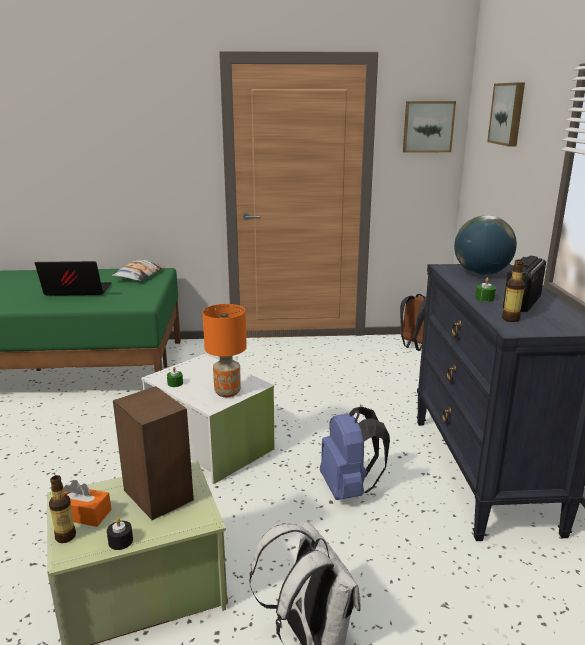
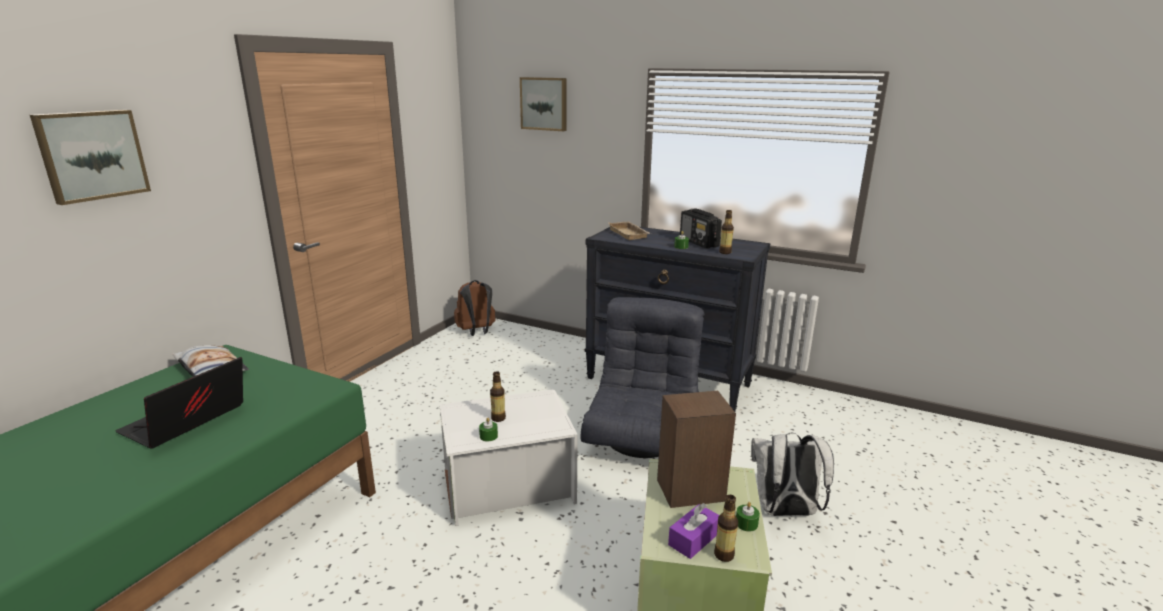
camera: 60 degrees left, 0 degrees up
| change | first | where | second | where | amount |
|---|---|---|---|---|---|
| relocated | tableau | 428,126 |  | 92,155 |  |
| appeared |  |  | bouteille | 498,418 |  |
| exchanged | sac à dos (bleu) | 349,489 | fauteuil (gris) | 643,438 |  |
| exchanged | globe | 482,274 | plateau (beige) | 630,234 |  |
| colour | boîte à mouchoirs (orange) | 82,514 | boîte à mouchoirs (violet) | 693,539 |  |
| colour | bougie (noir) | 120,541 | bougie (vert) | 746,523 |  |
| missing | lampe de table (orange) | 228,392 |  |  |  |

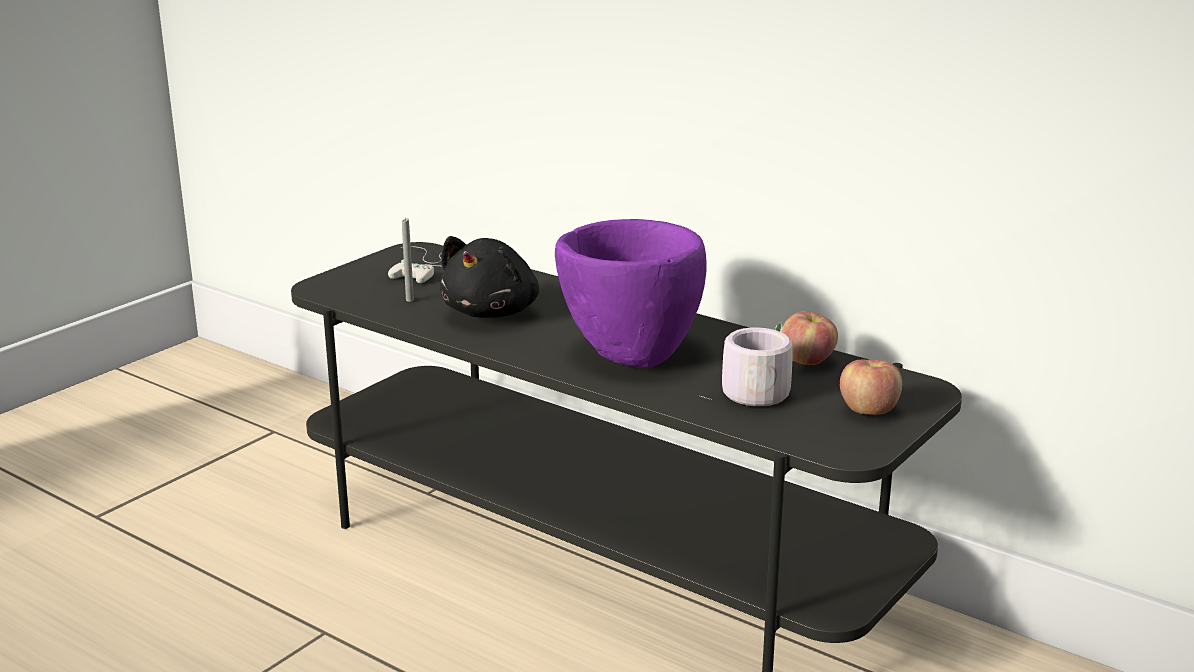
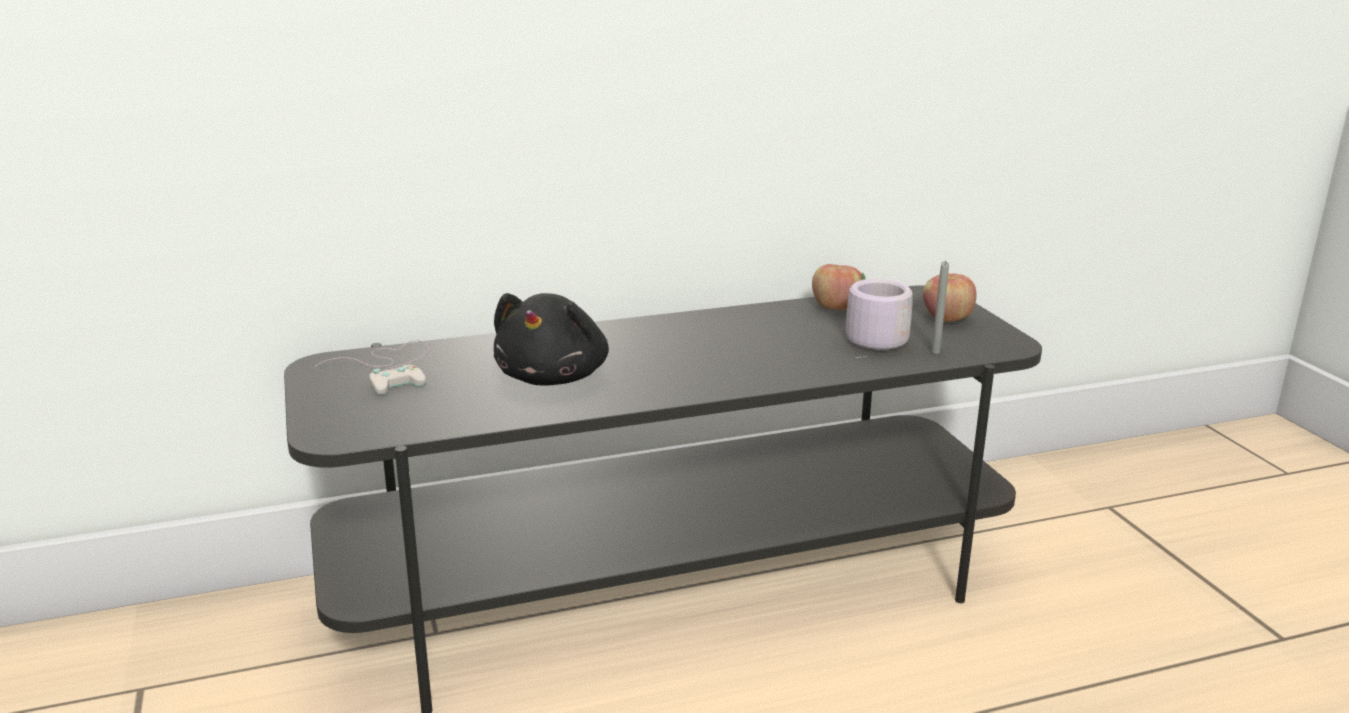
camera: 55 degrees left, 0 degrees up
| change | first | where | second | where | amount |
|---|---|---|---|---|---|
| spun | peluche (noir) | 493,312 |  | 554,377 | 45 degrees clockwise |
| relocated | bougie (gris) | 409,300 |  | 935,352 |  |
| missing | bol (violet) | 629,353 |  |  |  |

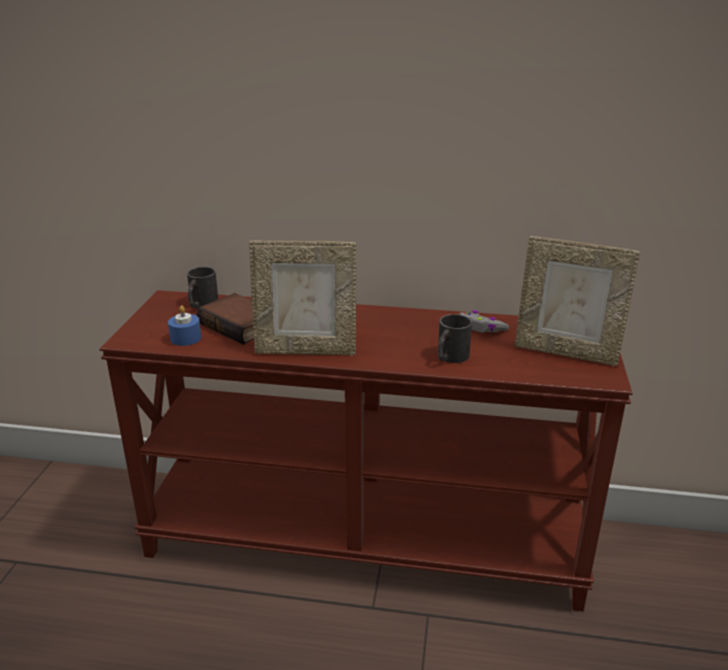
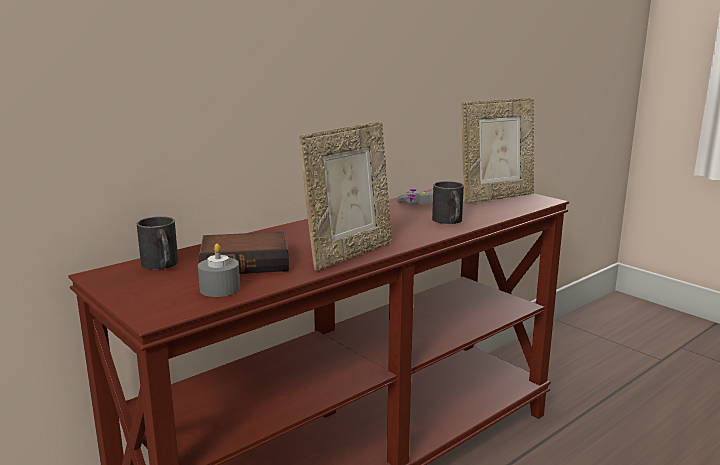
camera: 50 degrees left, 10 degrees down
| change | first | where | second | where | amount |
|---|---|---|---|---|---|
| colour | bougie (bleu) | 186,338 | bougie (gris) | 220,288 |  |

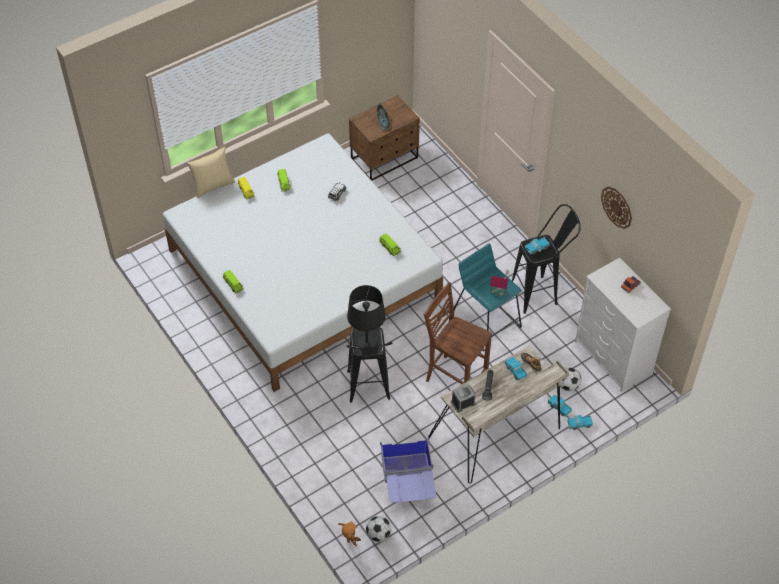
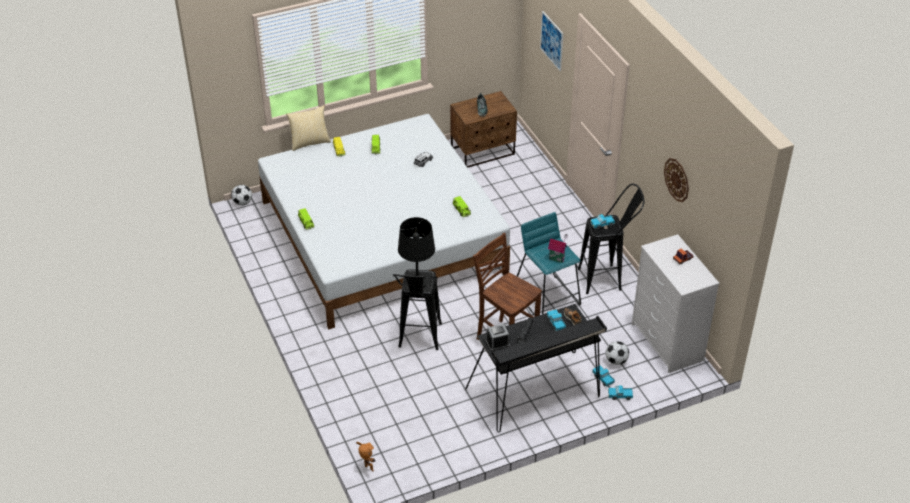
camera: 10 degrees right, 10 degrees down
| change | first | where | second | where | amount |
|---|---|---|---|---|---|
| relocated | ballon de foot | 378,534 |  | 242,202 |  |
| colour | bureau (beige) | 497,434 | bureau (noir) | 535,394 |  |
| appeared |  |  | tableau | 552,40 |  |
| missing | boîte de rangement (bleu) | 408,484 |  |  |  |

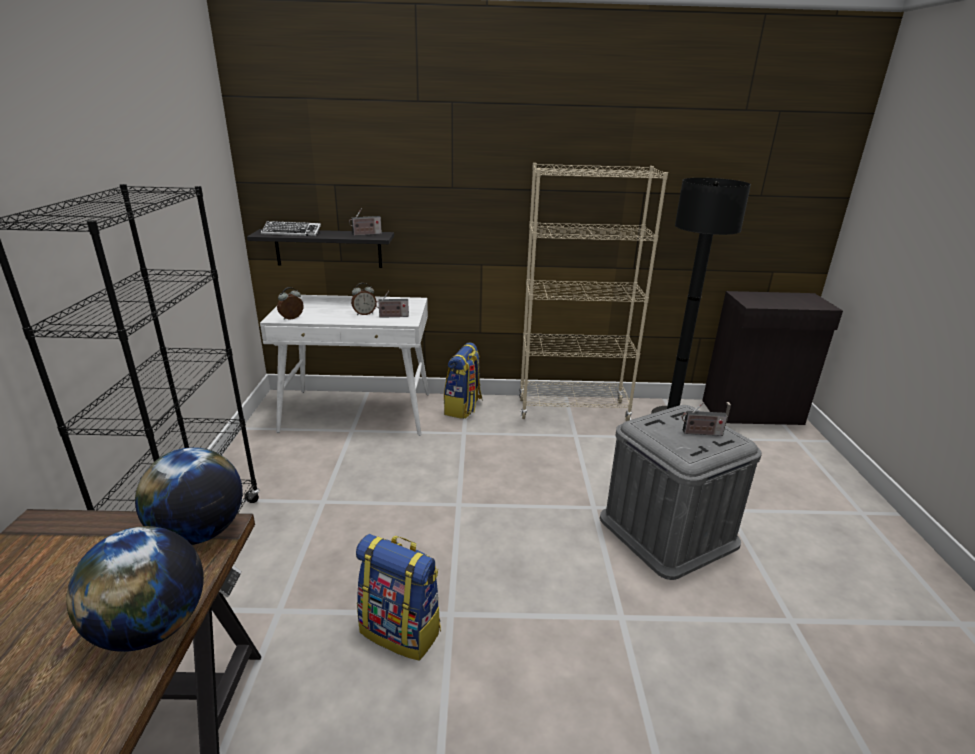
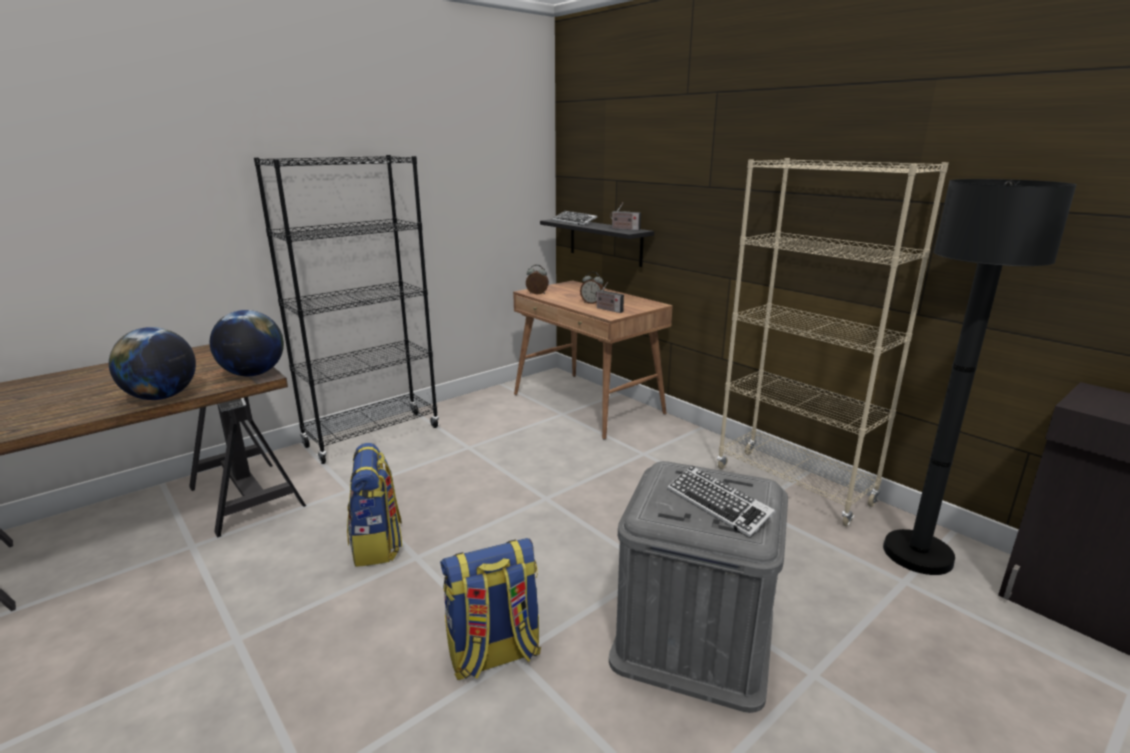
camera: 50 degrees right, 5 degrees down
| change | first | where | second | where | amount |
|---|---|---|---|---|---|
| relocated | sac à dos | 463,408 |  | 493,655 |  |
| colour | bureau (blanc) | 358,412 | bureau (marron) | 588,404 |  |
| exchanged | radio | 700,433 | clavier | 718,506 |  |

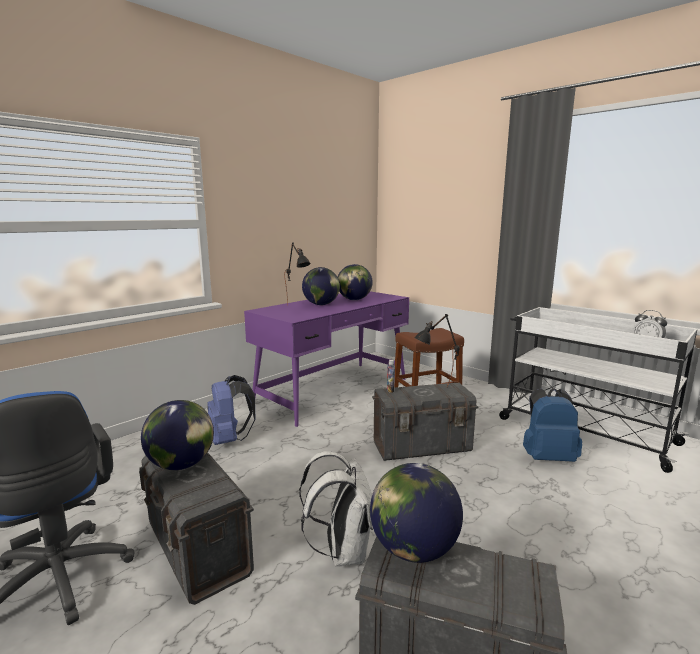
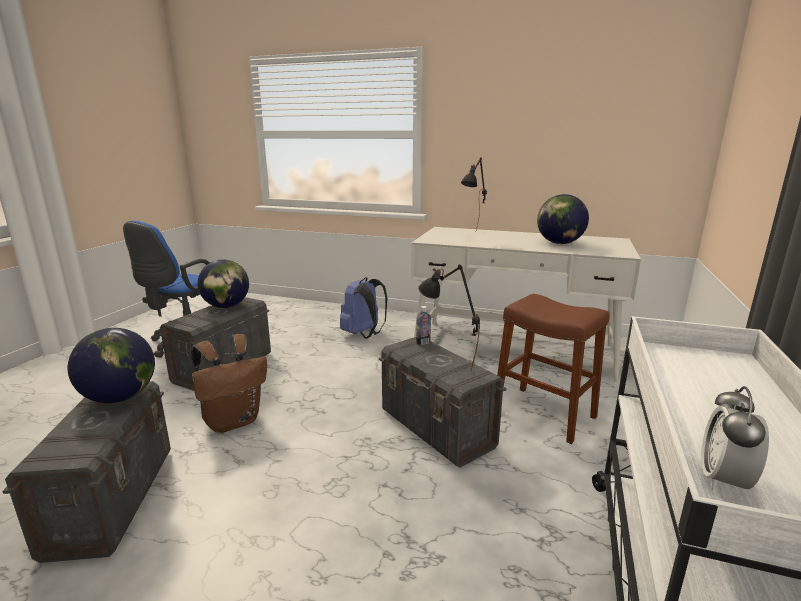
camera: 65 degrees right, 5 degrees up
| change | first | where | second | where | amount |
|---|---|---|---|---|---|
| colour | sac à dos (blanc) | 342,550 | sac à dos (marron) | 233,421 |  |
| colour | bureau (violet) | 334,390 | bureau (blanc) | 513,348 |  |
| missing | globe | 321,304 |  |  |  |
| missing | sac à dos (bleu) | 547,457 |  |  |  |

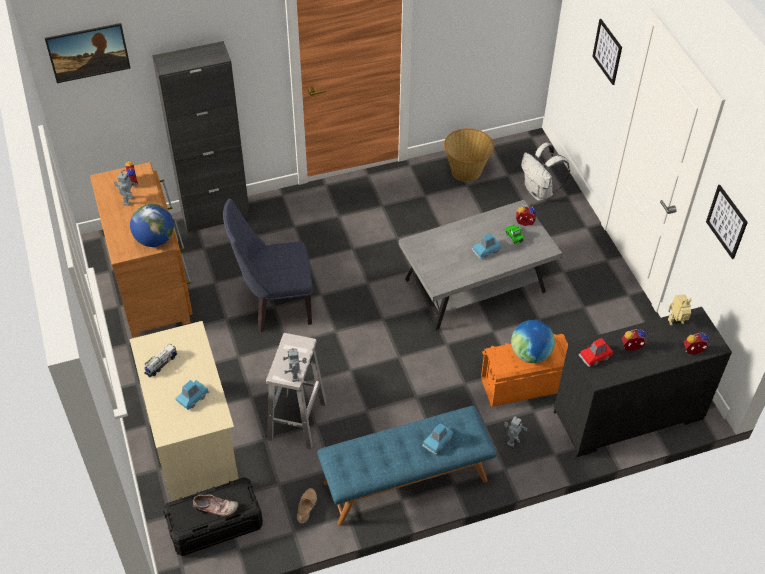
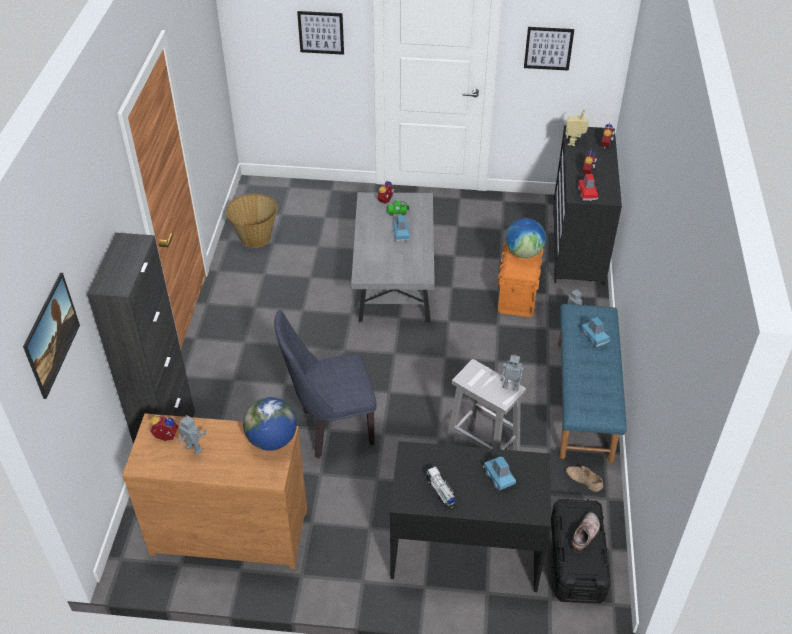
camera: 65 degrees left, 5 degrees down
| change | first | where | second | where | amount |
|---|---|---|---|---|---|
| spun | chaise (bleu) | 275,307 |  | 330,429 | 60 degrees clockwise |
| colour | bureau (beige) | 193,440 | bureau (noir) | 465,550 |  |
| missing | sac à dos (blanc) | 540,192 |  |  |  |

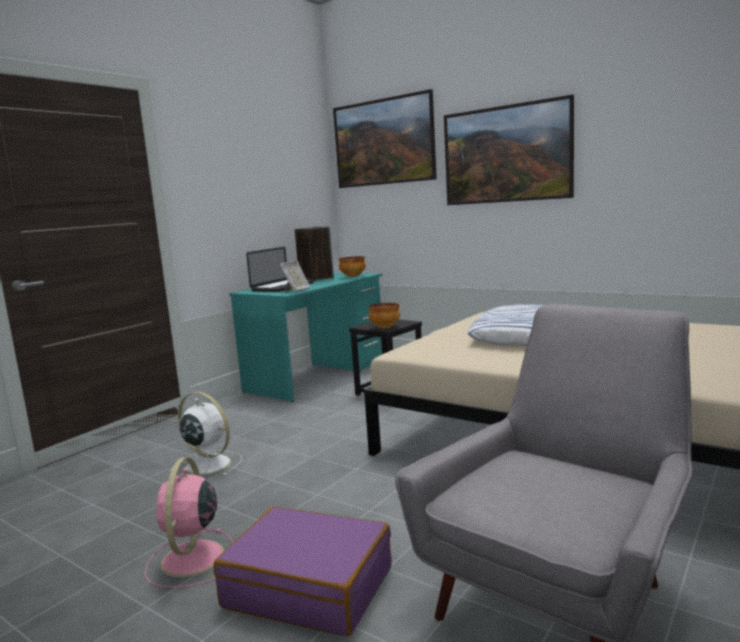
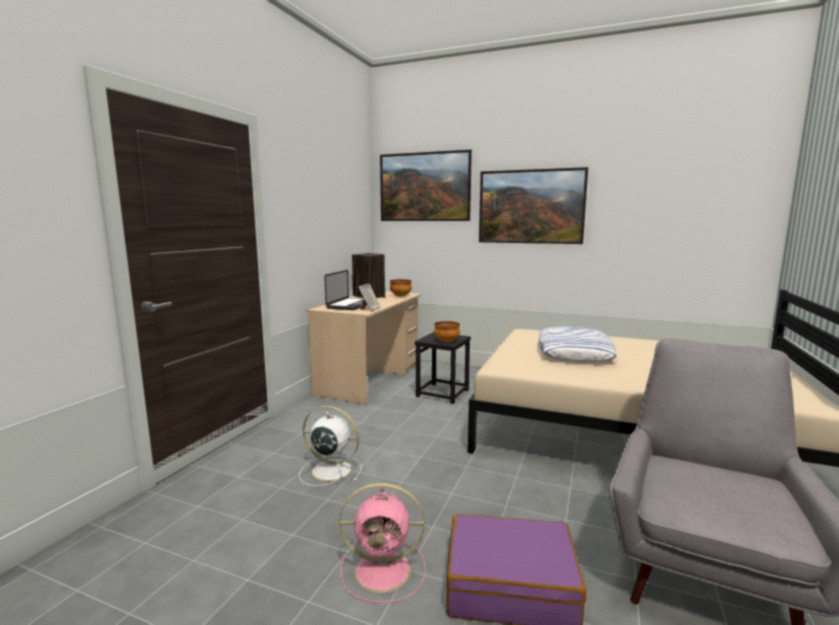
camera: 15 degrees left, 0 degrees up
| change | first | where | second | where | amount |
|---|---|---|---|---|---|
| colour | bureau (turquoise) | 317,376 | bureau (beige) | 370,379 |  |
| spun | ventilateur (rose) | 191,560 |  | 385,570 | 75 degrees counterclockwise |

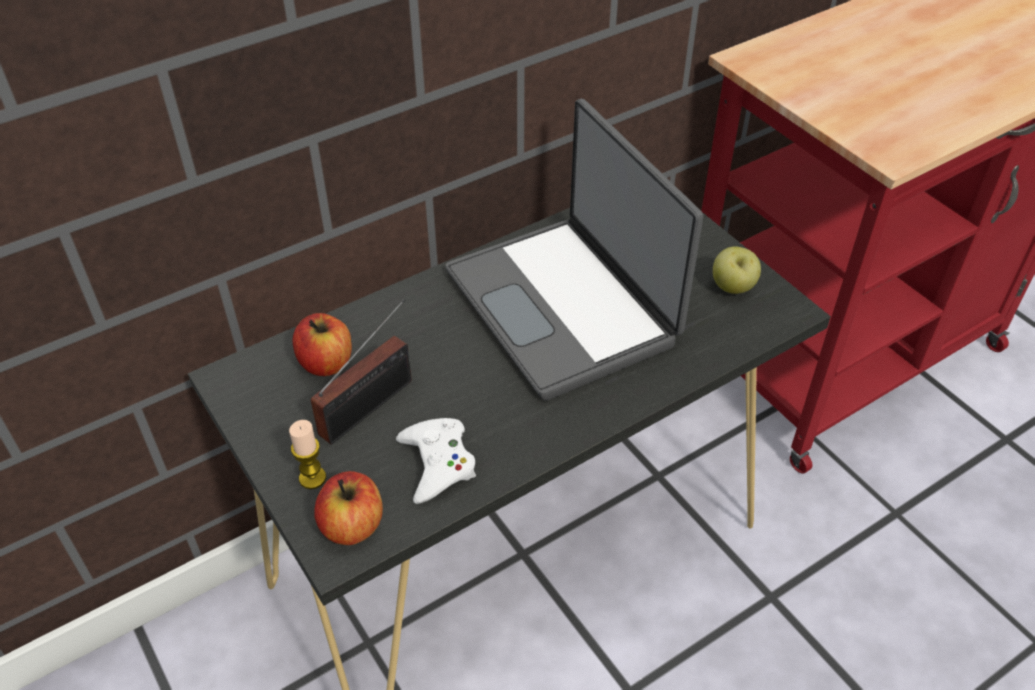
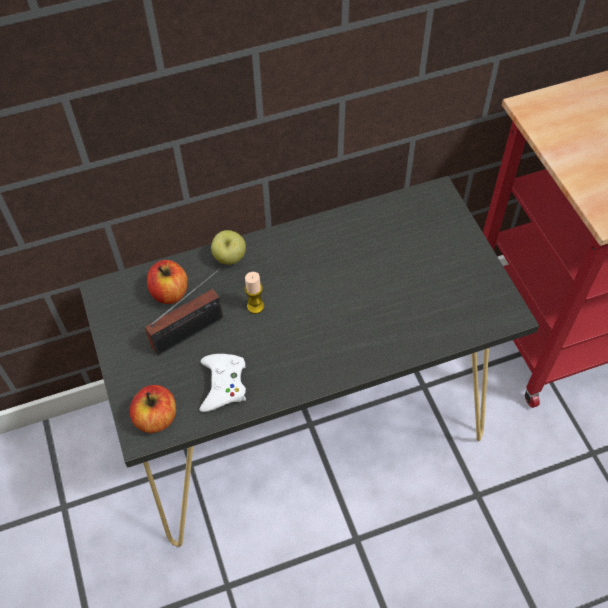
camera: 15 degrees right, 10 degrees up
| change | first | where | second | where | amount |
|---|---|---|---|---|---|
| relocated | pomme | 732,287 |  | 230,258 |  |
| relocated | bougie | 312,478 |  | 255,306 |  |
| missing | ordinateur portable | 564,306 |  |  |  |

